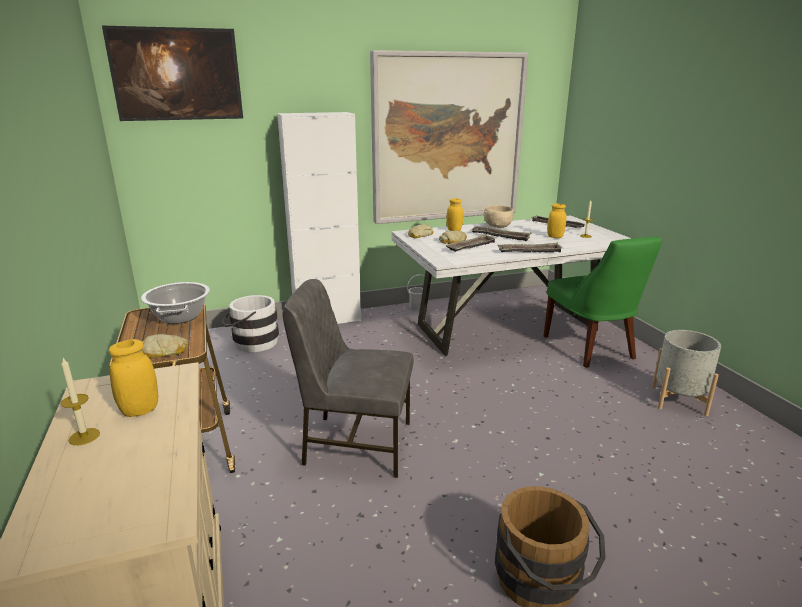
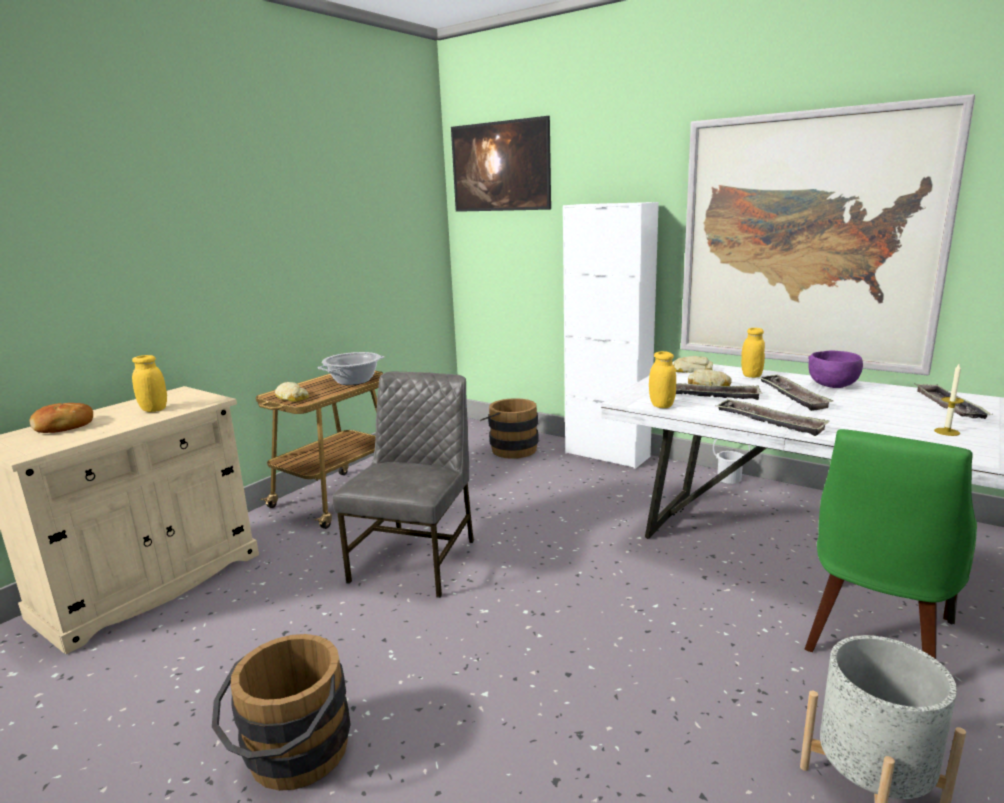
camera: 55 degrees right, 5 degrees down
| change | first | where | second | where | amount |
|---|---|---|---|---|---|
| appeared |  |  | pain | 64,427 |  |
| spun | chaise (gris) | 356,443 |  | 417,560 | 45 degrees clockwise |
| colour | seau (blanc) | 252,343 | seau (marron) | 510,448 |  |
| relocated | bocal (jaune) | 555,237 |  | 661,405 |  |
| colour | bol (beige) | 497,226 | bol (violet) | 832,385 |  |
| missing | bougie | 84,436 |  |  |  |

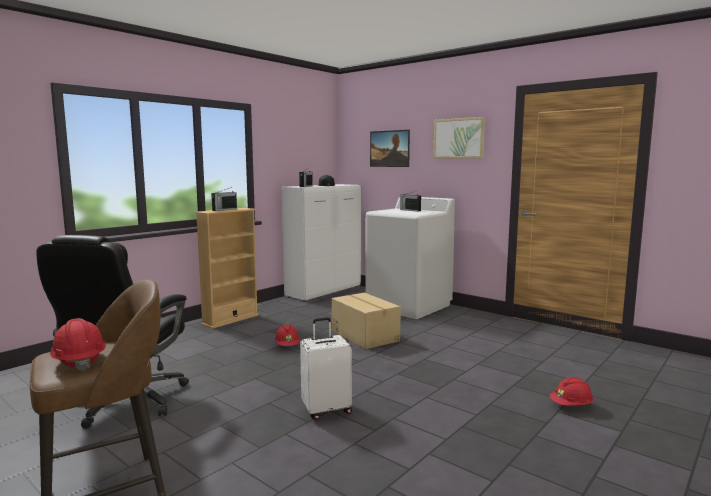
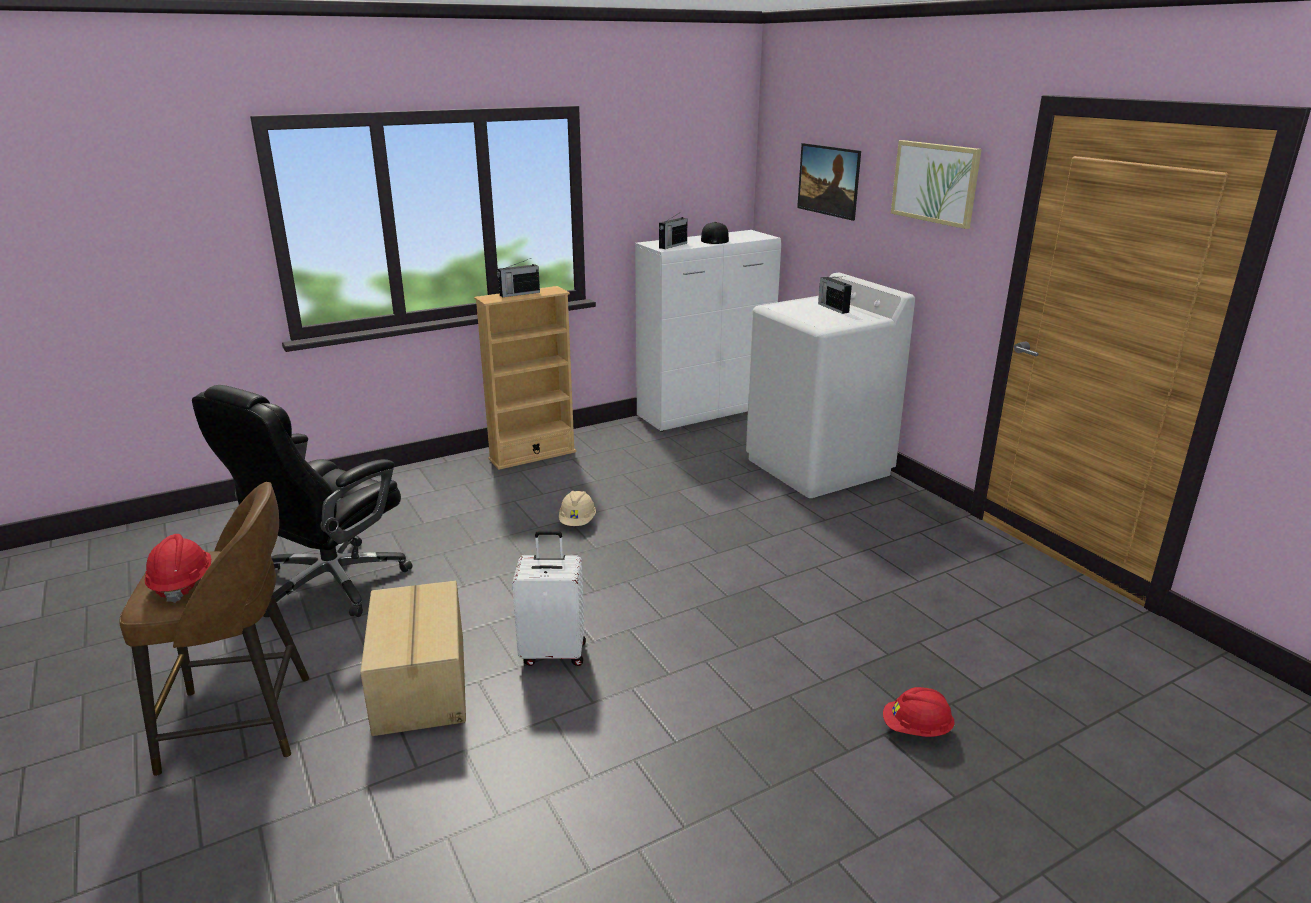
camera: 20 degrees right, 15 degrees up
| change | first | where | second | where | amount |
|---|---|---|---|---|---|
| relocated | carton | 365,335 |  | 422,683 |  |
| colour | casque de chantier (rouge) | 287,346 | casque de chantier (beige) | 577,522 |  |

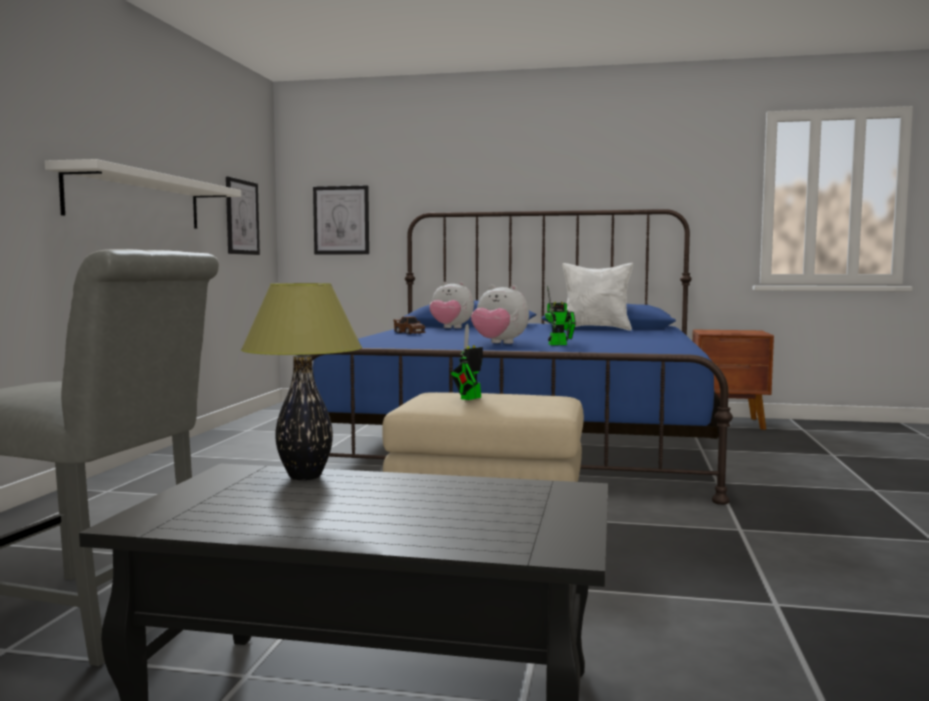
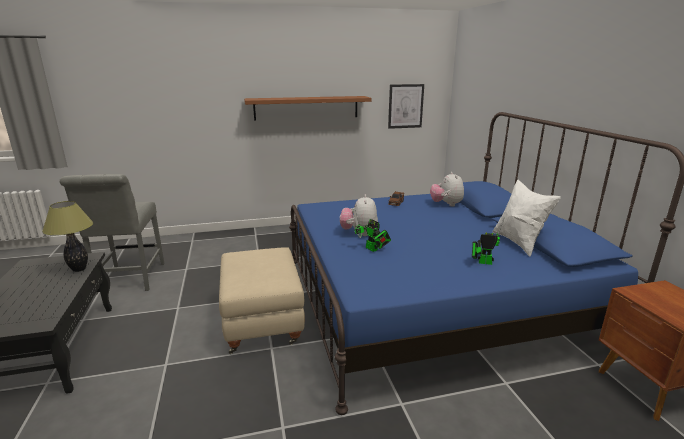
camera: 65 degrees right, 15 degrees up
| change | first | where | second | where | amount |
|---|---|---|---|---|---|
| colour | étagère (blanc) | 136,200 | étagère (marron) | 306,108 |  |
| relocated | robot jouet | 468,398 |  | 482,262 |  |
| missing | tableau | 341,220 |  |  |  |

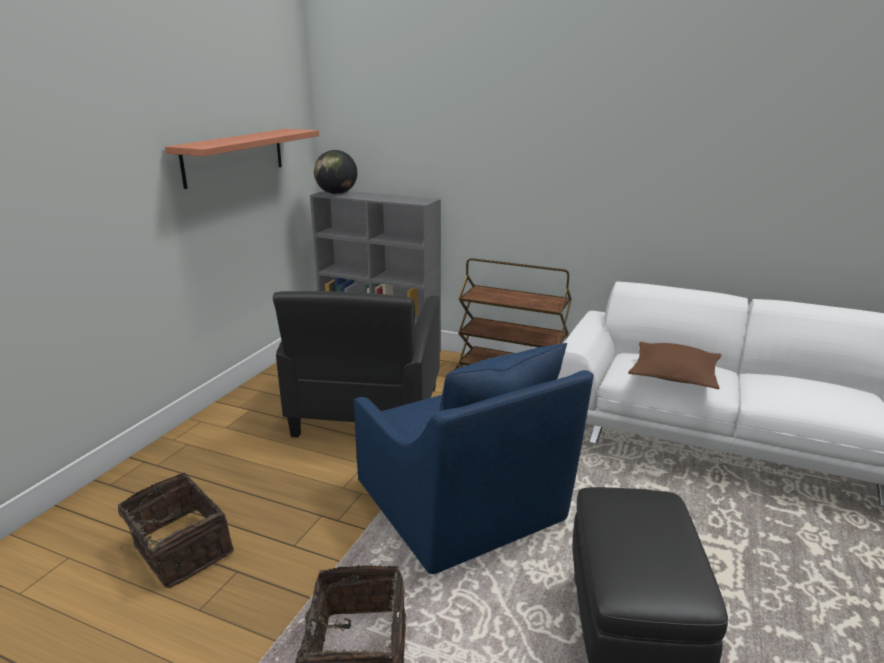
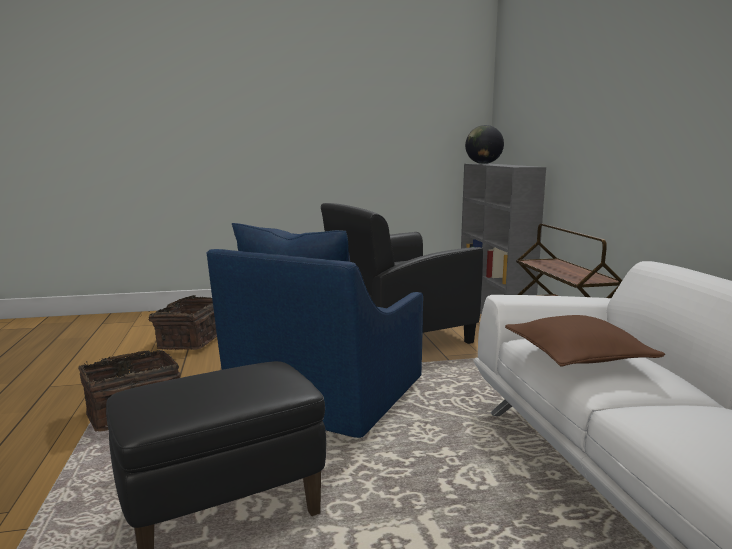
camera: 55 degrees right, 10 degrees down
| change | first | where | second | where | amount |
|---|---|---|---|---|---|
| missing | étagère | 234,156 |  |  |  |

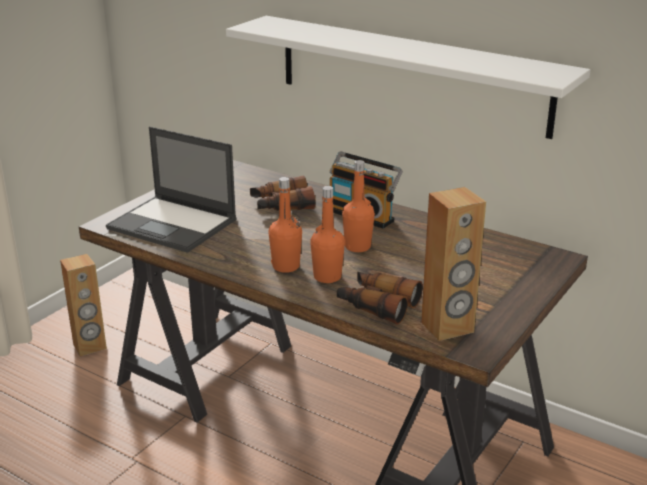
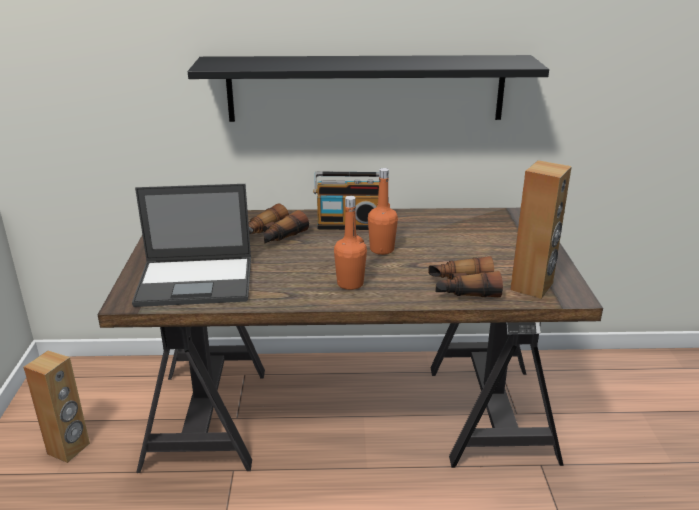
camera: 35 degrees left, 0 degrees up
| change | first | where | second | where | amount |
|---|---|---|---|---|---|
| colour | étagère (blanc) | 410,74 | étagère (noir) | 365,88 |  |
| missing | bouteille (orange) | 327,277 |  |  |  |

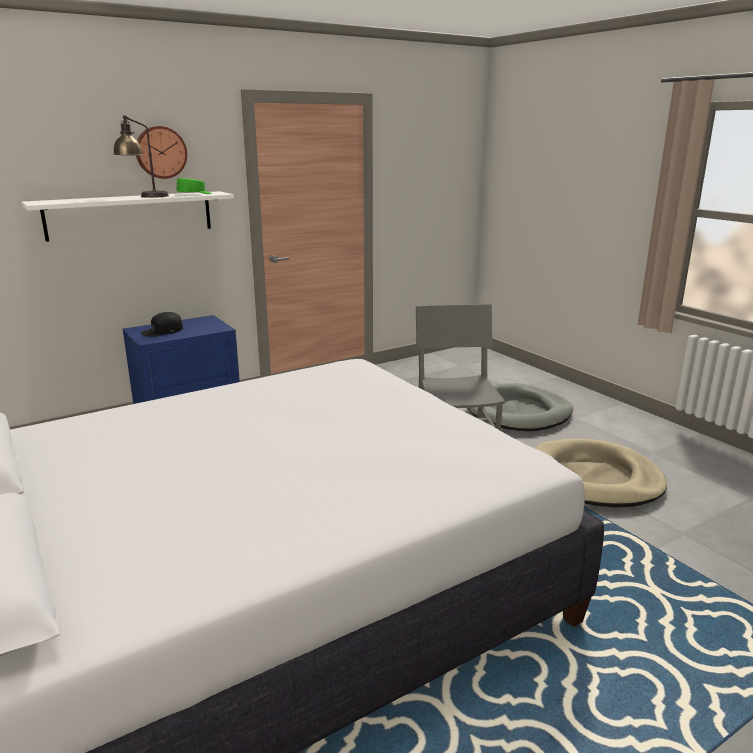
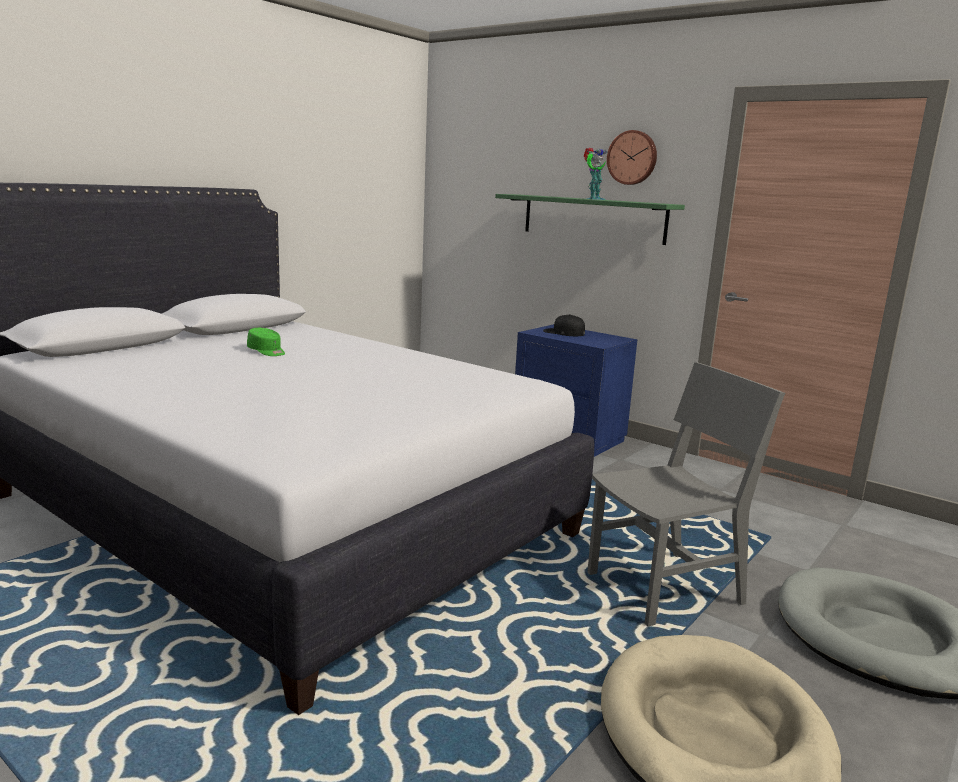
camera: 70 degrees right, 5 degrees down
| change | first | where | second | where | amount |
|---|---|---|---|---|---|
| relocated | casquette (vert) | 194,194 |  | 267,351 |  |
| colour | étagère (blanc) | 130,215 | étagère (vert) | 593,218 |  |
| exchanged | lampe de table | 144,196 | robot jouet | 593,199 |  |

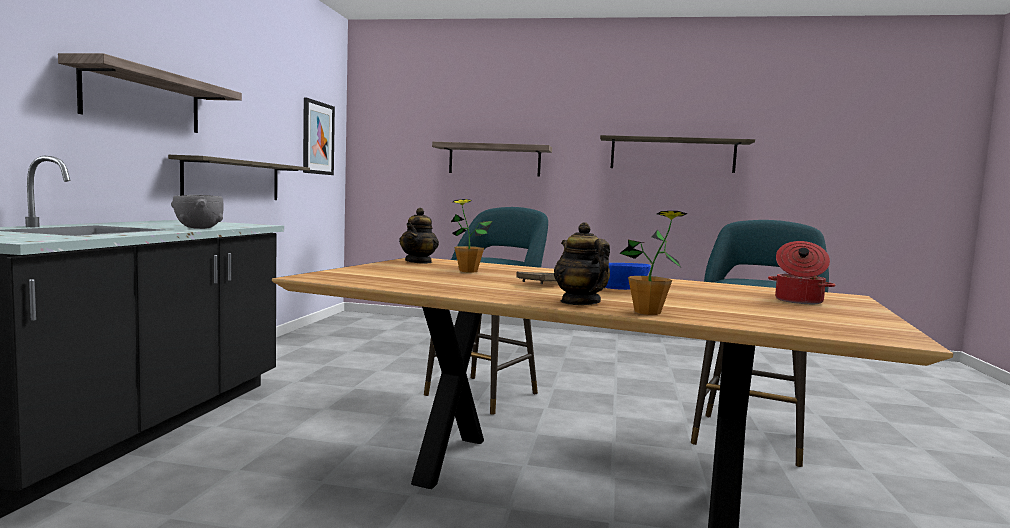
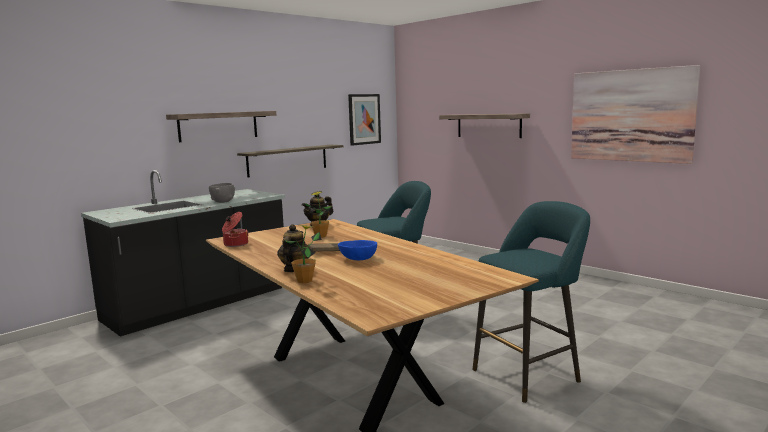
camera: 35 degrees right, 5 degrees up
| change | first | where | second | where | amount |
|---|---|---|---|---|---|
| relocated | marmite | 798,301 |  | 235,244 |  |
| exchanged | étagère | 672,155 | tableau | 630,115 |  |

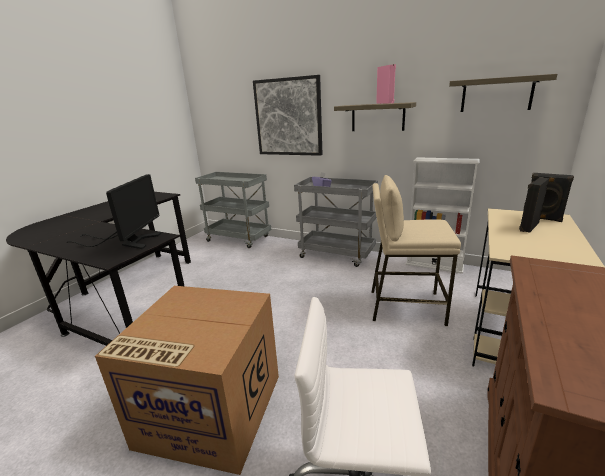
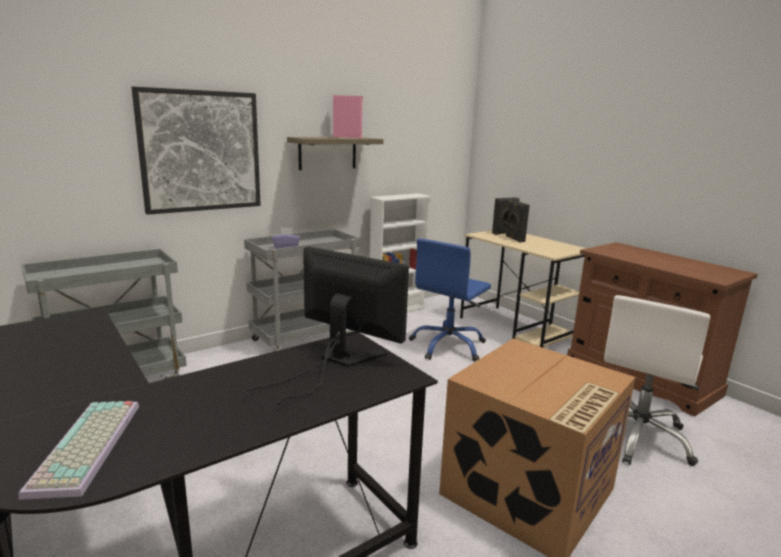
camera: 65 degrees left, 5 degrees down
| change | first | where | second | where | amount |
|---|---|---|---|---|---|
| appeared |  |  | clavier | 89,447 |  |
| exchanged | tabouret (beige) | 405,306 | chaise de bureau (bleu) | 448,346 |  |
| missing | étagère | 496,95 |  |  |  |

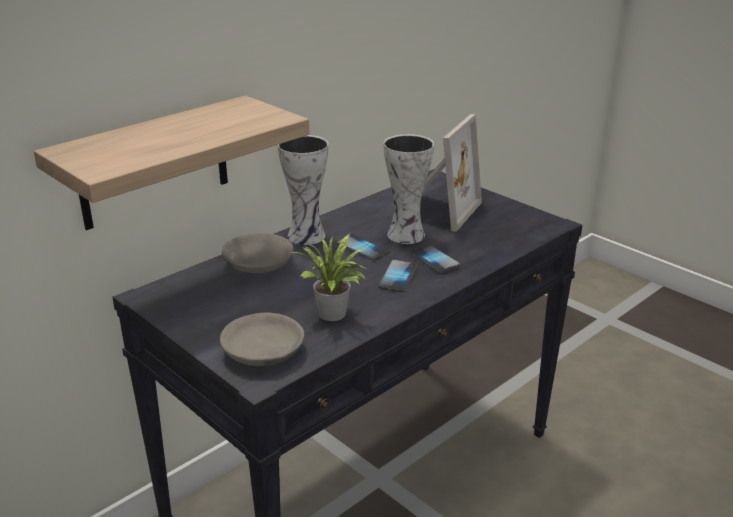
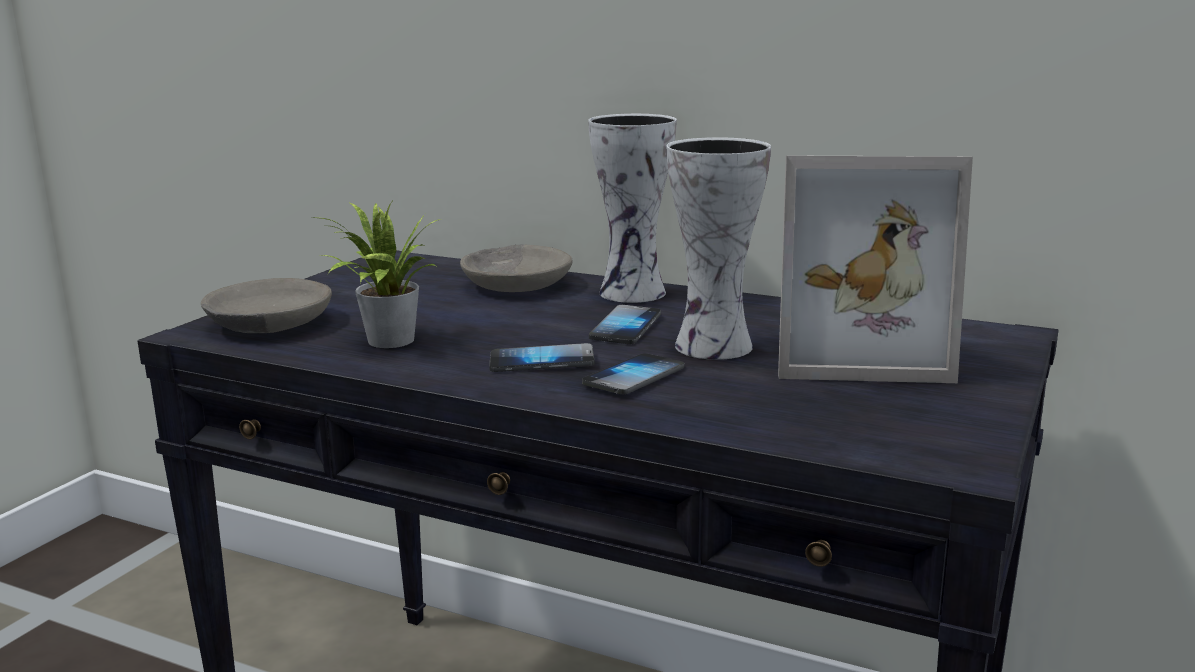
camera: 70 degrees right, 10 degrees down
| change | first | where | second | where | amount |
|---|---|---|---|---|---|
| missing | étagère | 154,163 |  |  |  |

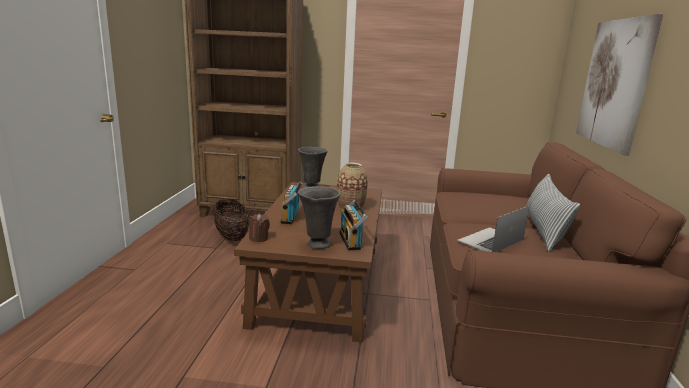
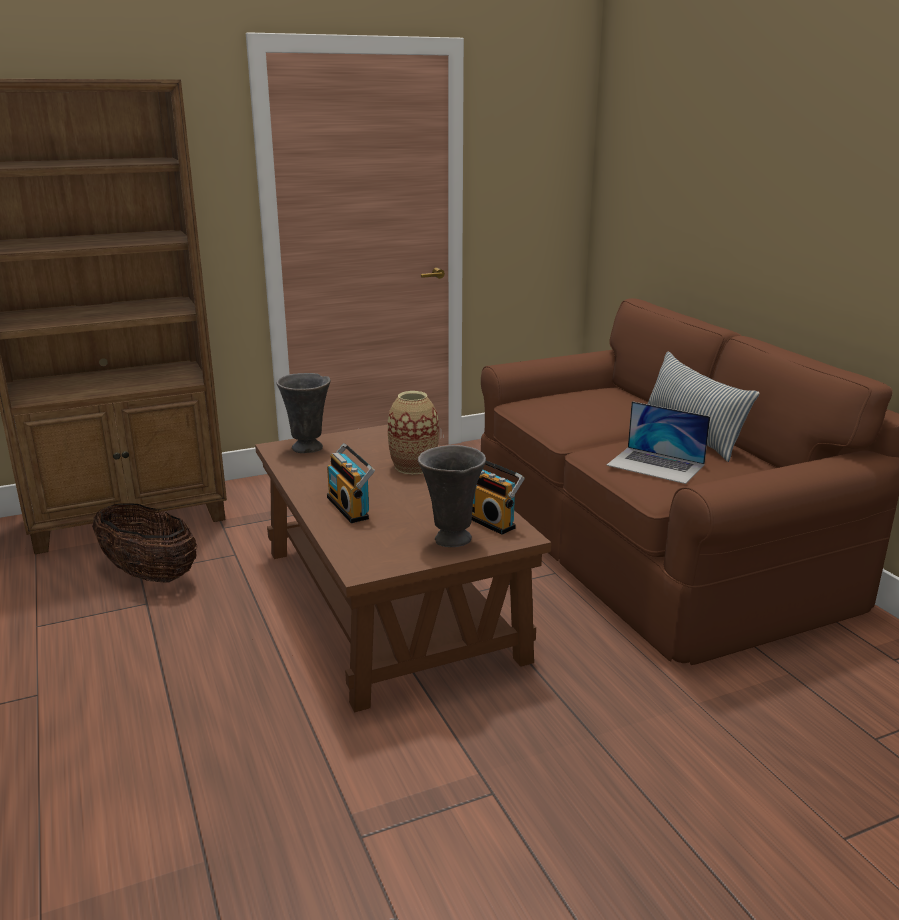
camera: 30 degrees left, 5 degrees up
| change | first | where | second | where | amount |
|---|---|---|---|---|---|
| spun | ordinateur portable | 490,240 |  | 656,465 | 75 degrees counterclockwise |
| missing | bougie (marron) | 259,238 |  |  |  |
| missing | tableau | 614,83 |  |  |  |

